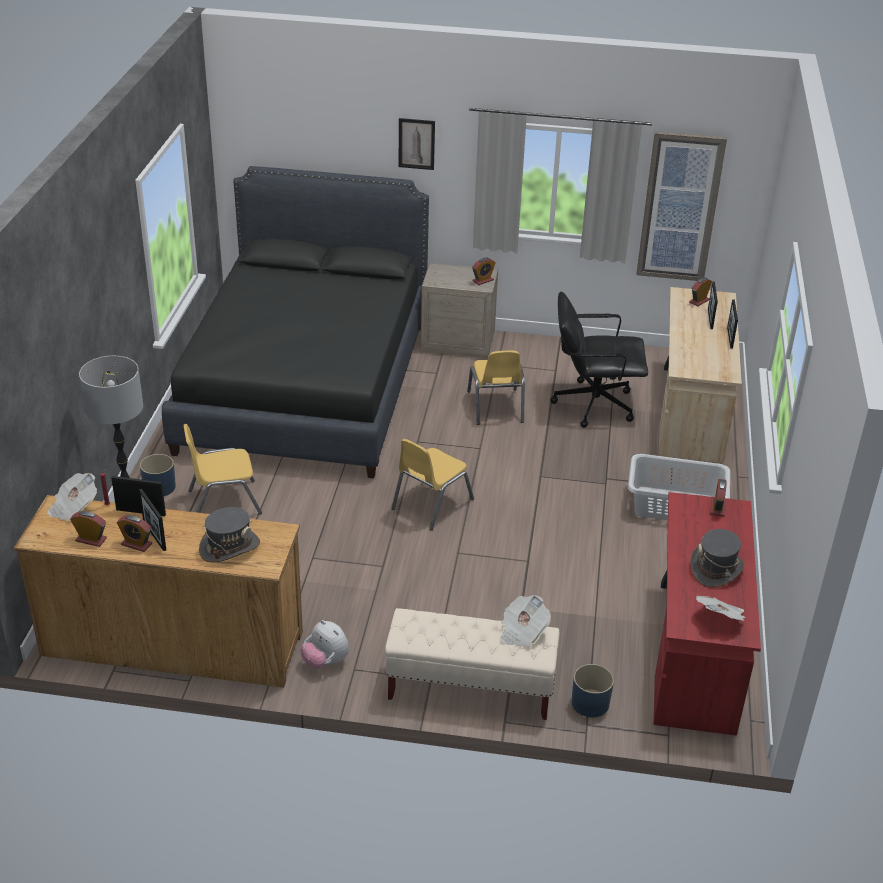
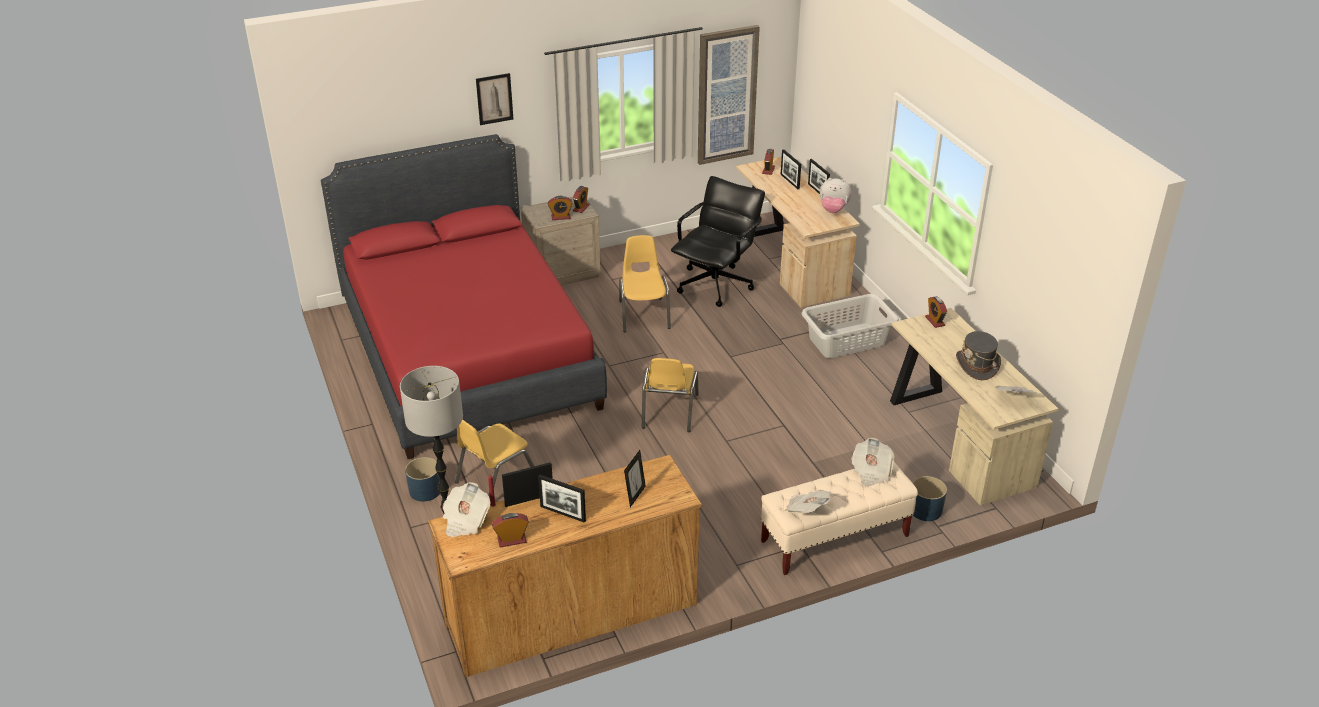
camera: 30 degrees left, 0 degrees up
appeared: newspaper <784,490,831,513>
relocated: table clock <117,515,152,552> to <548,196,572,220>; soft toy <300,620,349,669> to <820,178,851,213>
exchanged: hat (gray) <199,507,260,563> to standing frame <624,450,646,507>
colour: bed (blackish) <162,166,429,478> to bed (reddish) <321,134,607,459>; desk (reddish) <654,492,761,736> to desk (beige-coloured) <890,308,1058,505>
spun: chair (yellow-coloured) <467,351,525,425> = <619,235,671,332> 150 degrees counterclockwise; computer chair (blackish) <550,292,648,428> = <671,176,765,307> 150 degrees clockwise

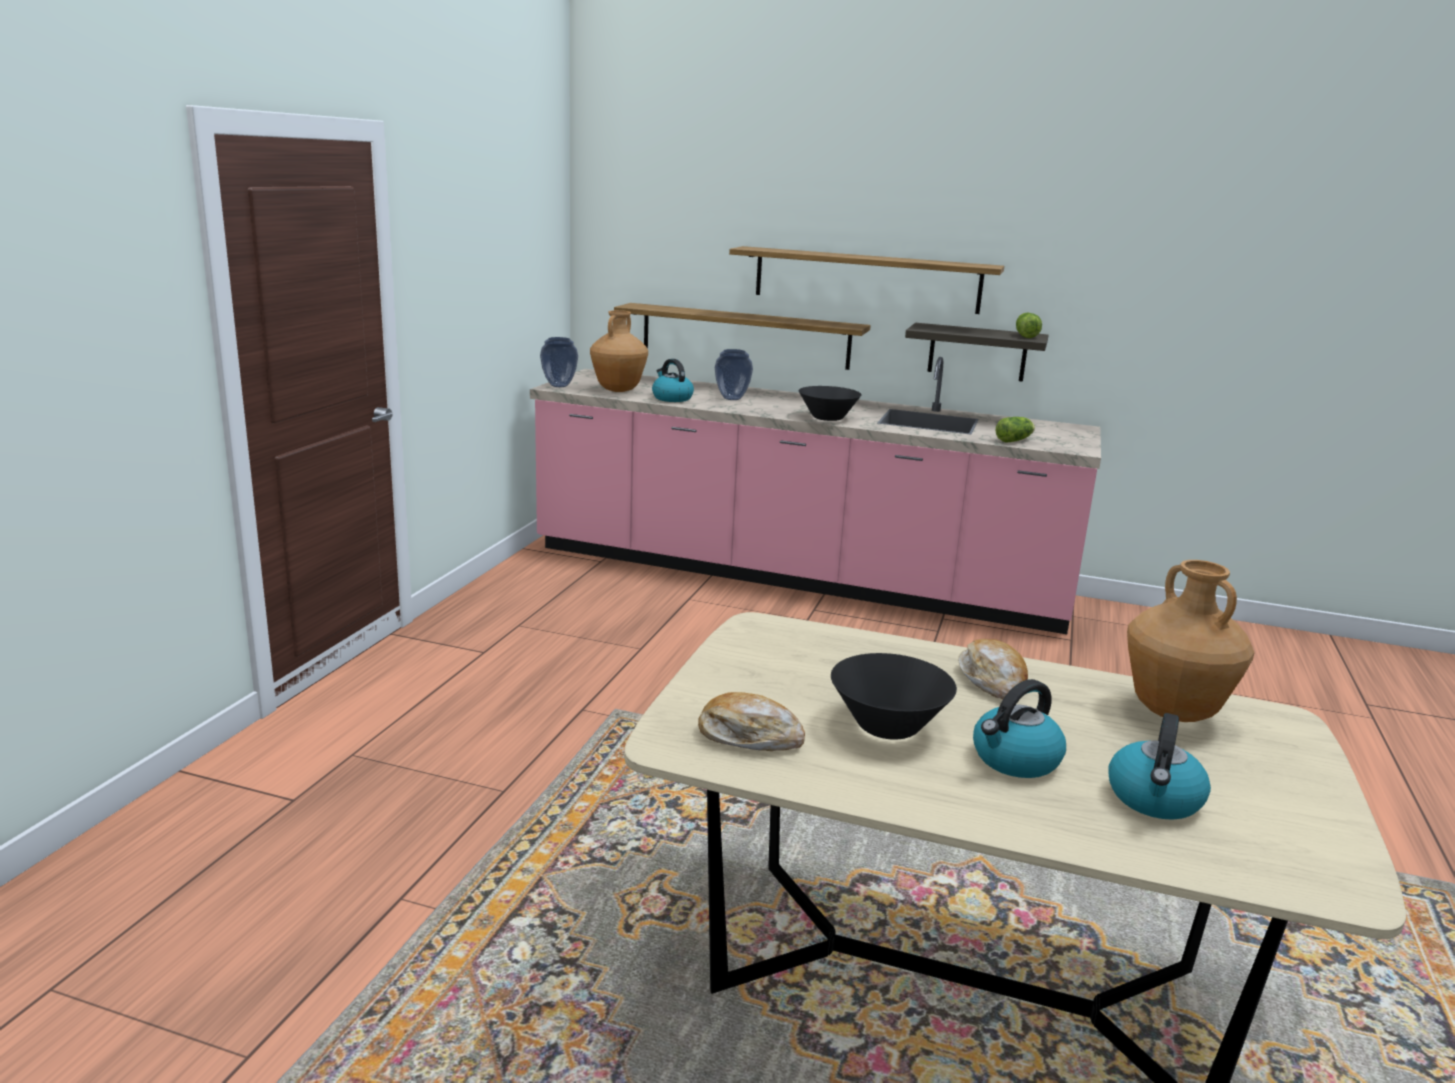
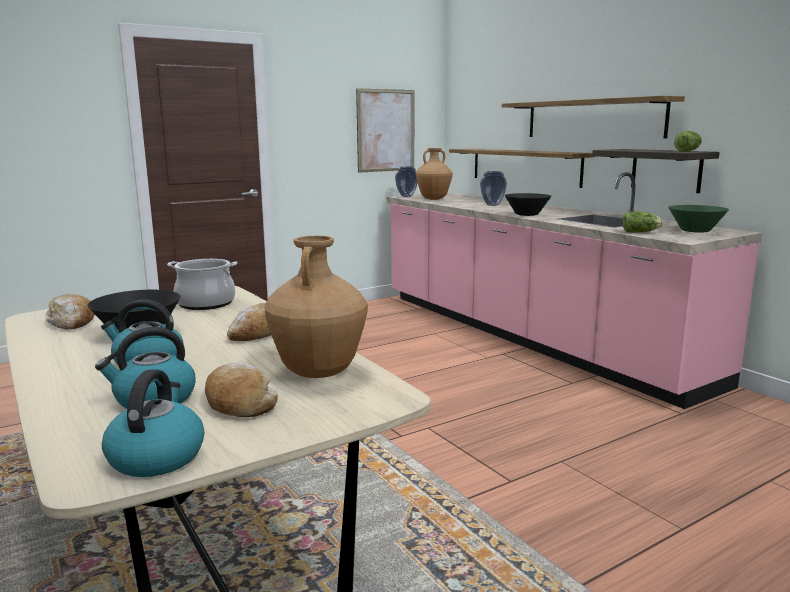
camera: 40 degrees right, 5 degrees down
appeared: stockpot <167,259,237,310>; bread <205,363,278,417>; picture <356,88,414,173>; deep dish (green) <668,205,729,233>
relocated: water kettle <652,359,694,402> to <102,369,204,477>

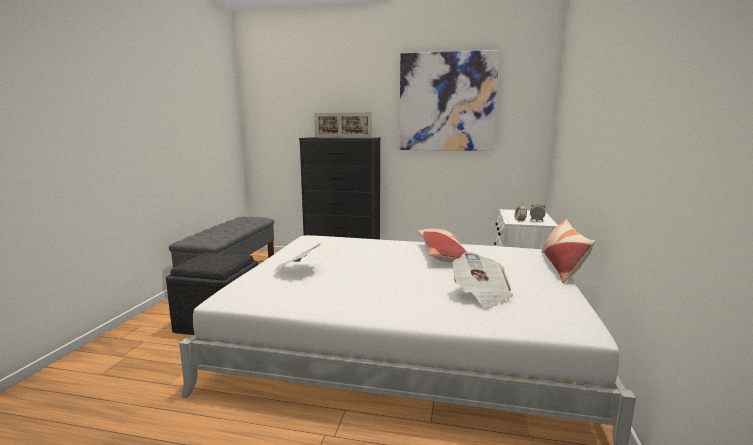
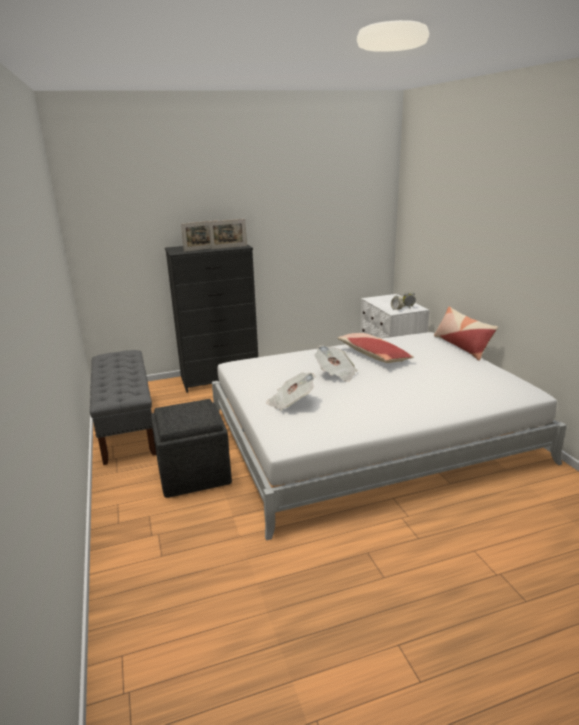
camera: 30 degrees left, 10 degrees up
missing: picture <399,50,500,151>
relocated: newspaper <453,252,513,308> to <314,345,358,382>

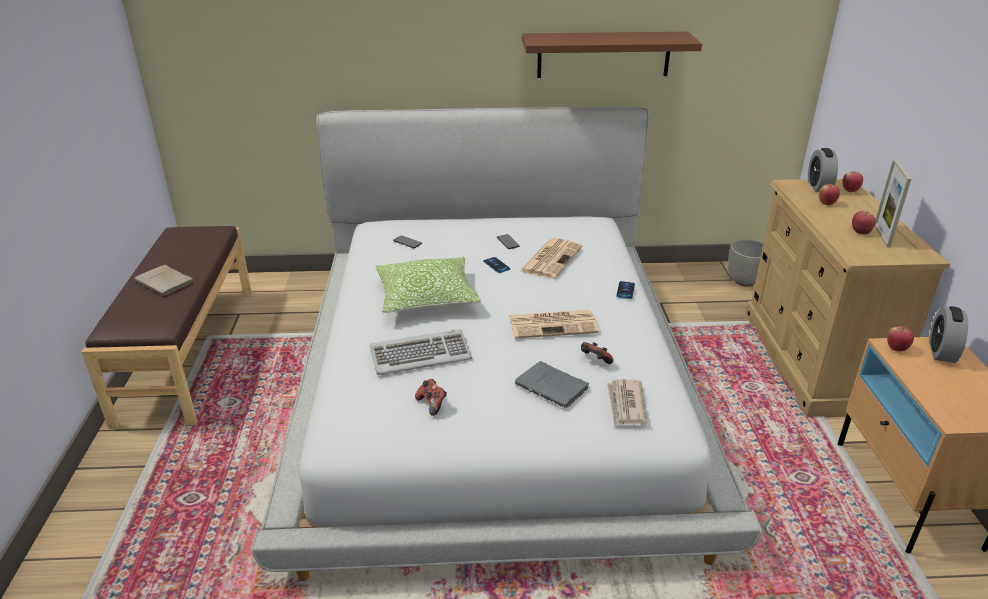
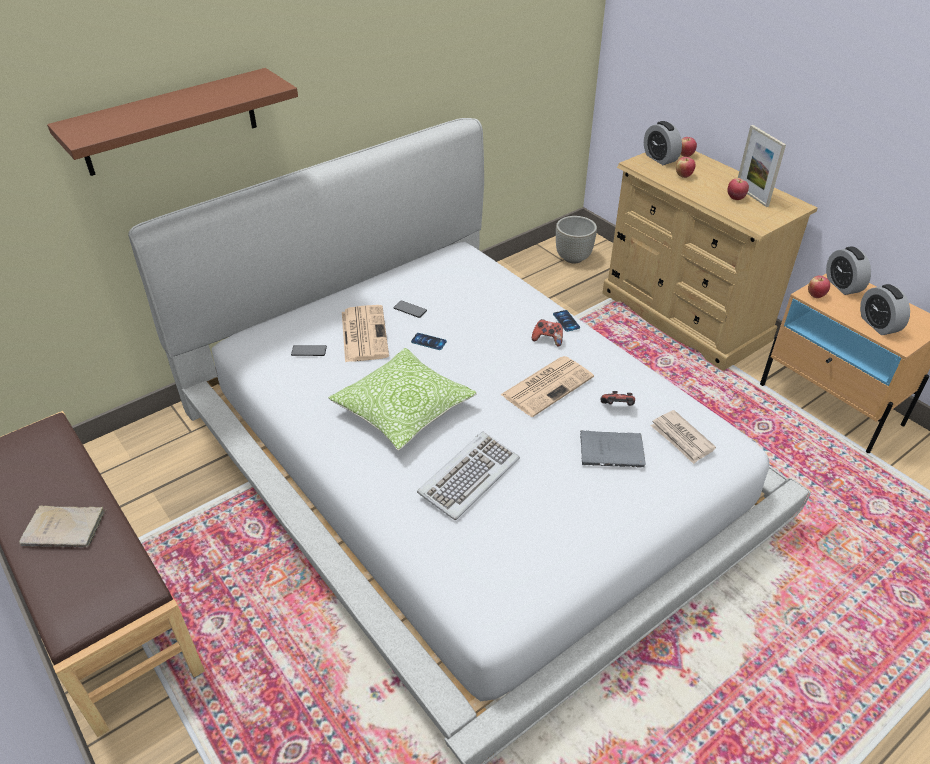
camera: 35 degrees left, 10 degrees up
appeared: table clock <860,284,910,335>
relocated: joypad <415,379,447,416> to <532,319,563,347>; newspaper <520,238,583,279> to <342,305,389,362>; wall shelf (brownish) <522,32,702,78> to <47,68,298,176>

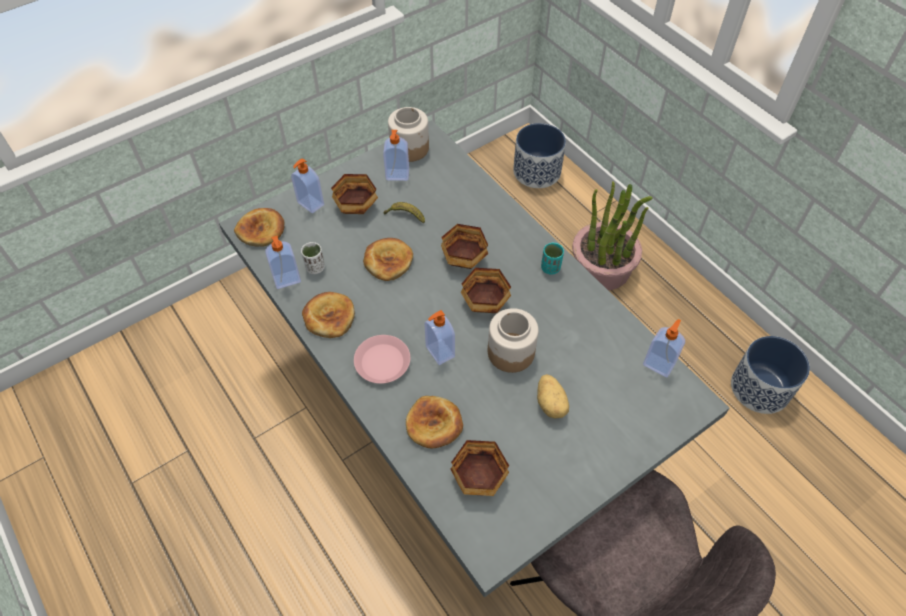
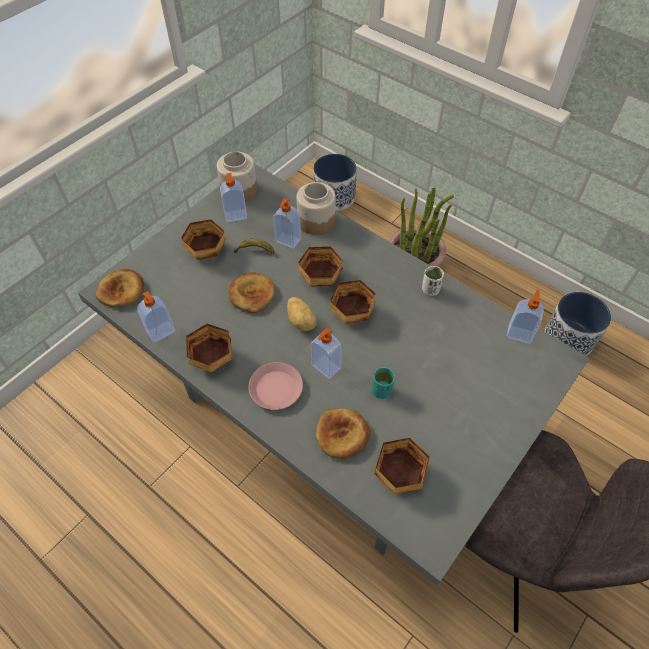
camera: 15 degrees left, 0 degrees up
relocated: liquid soap bottle <291,158,324,213> to <273,198,301,249>; cup (whitish) <301,242,325,274> to <422,266,444,296>; storage jar <488,308,539,373> to <297,182,336,235>; whole potato <537,374,569,418> to <287,297,317,331>; cup (turquoise-coloured) <541,242,564,275> to <372,367,395,399>
exchanged: bread <302,292,355,338> to deep dish <186,324,232,372>

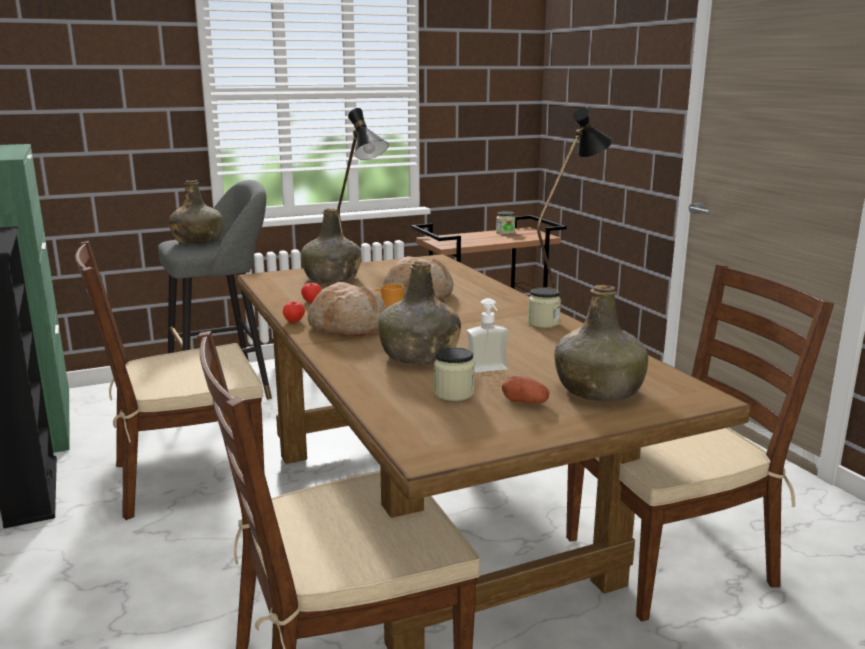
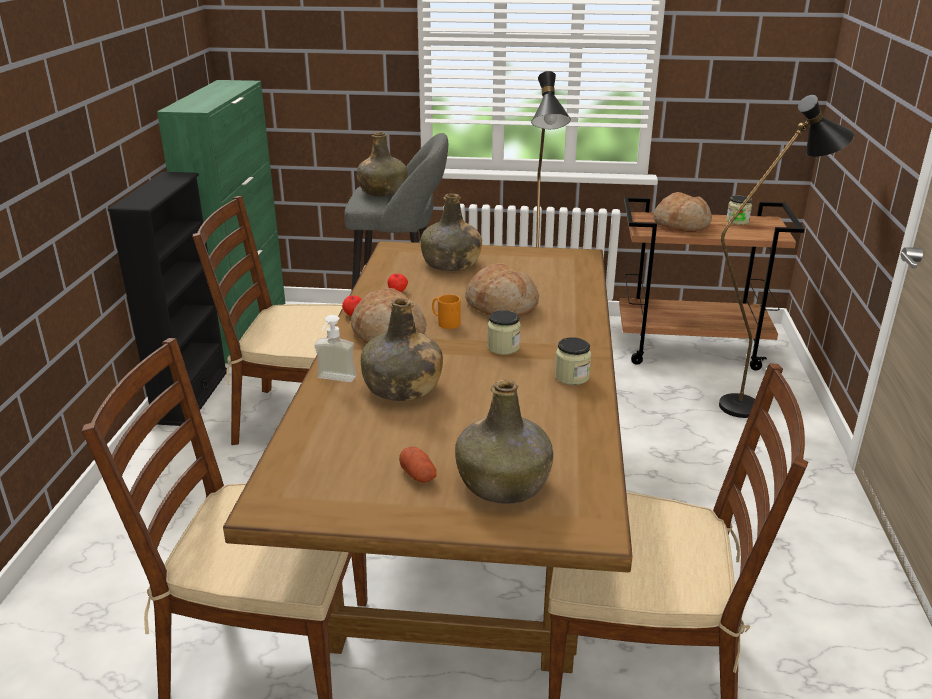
camera: 30 degrees right, 10 degrees up
appeared: bread <653,192,712,232>
relocated: storage jar <434,347,475,401> to <487,310,521,355>; liquid soap bottle <467,298,509,373> to <314,315,356,382>

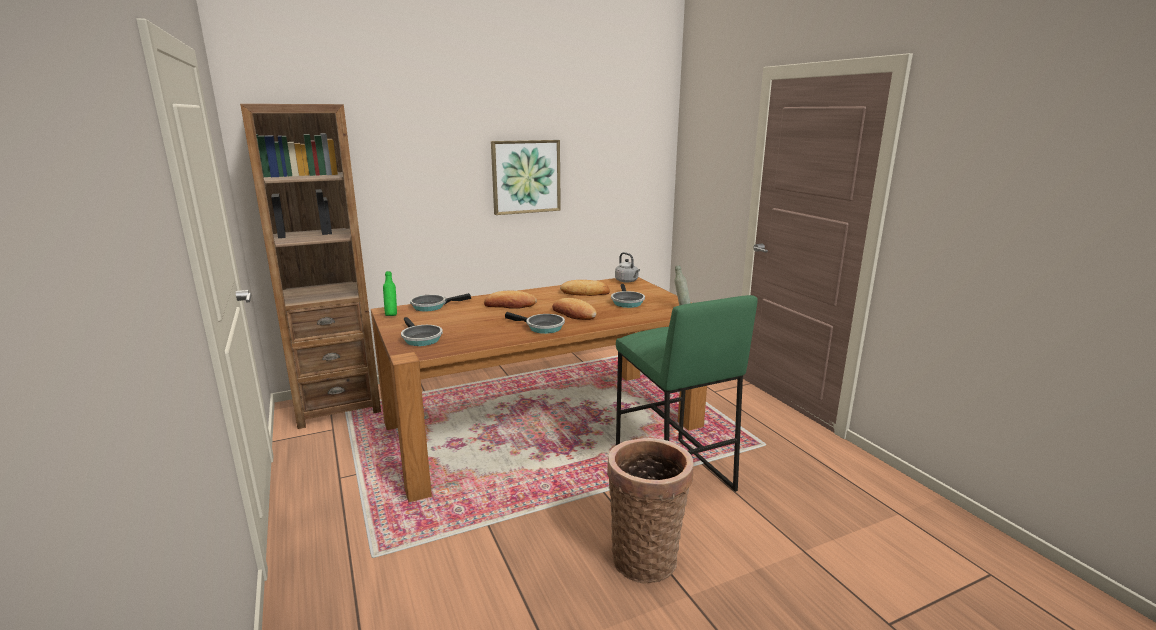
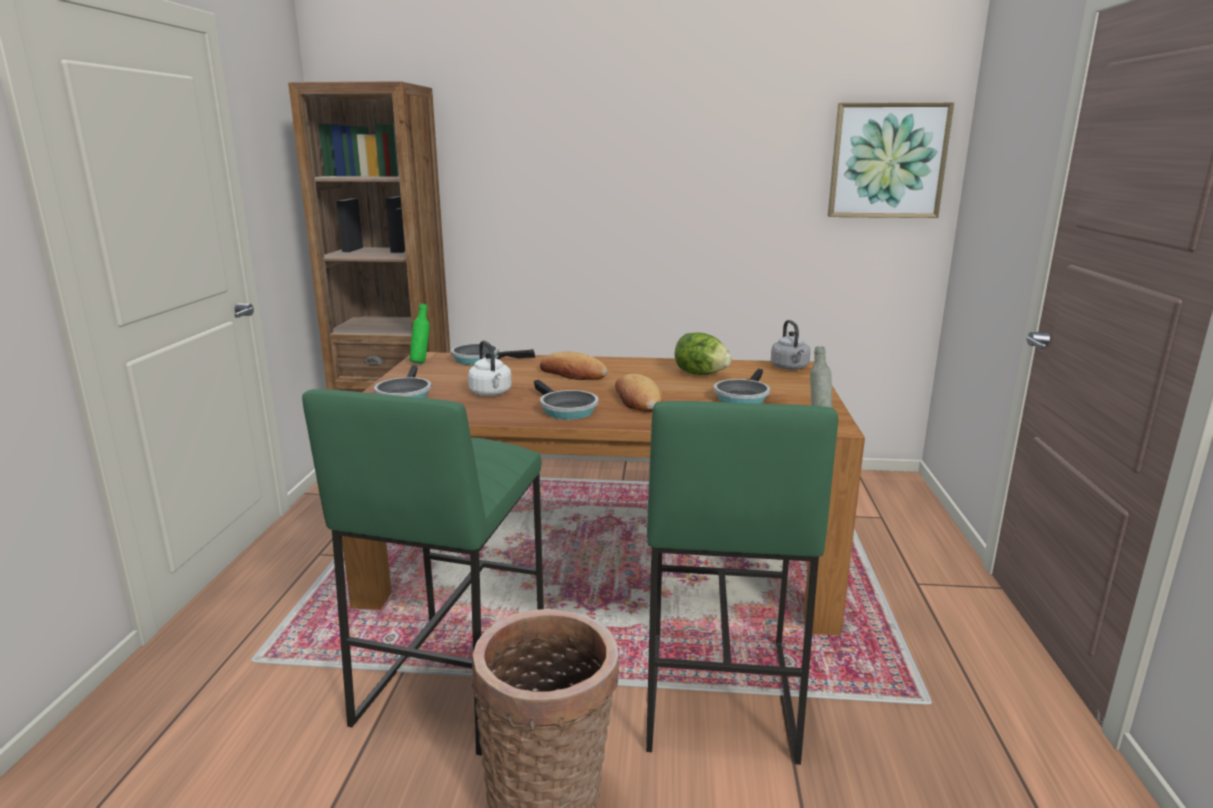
camera: 30 degrees right, 0 degrees up
appeared: stool (green) <302,389,544,756>; water kettle (whitish) <468,341,512,396>
relocated: picture <491,140,561,215> to <828,102,954,218>
exchanged: bread <560,280,610,296> to head of lettuce <675,333,732,375>

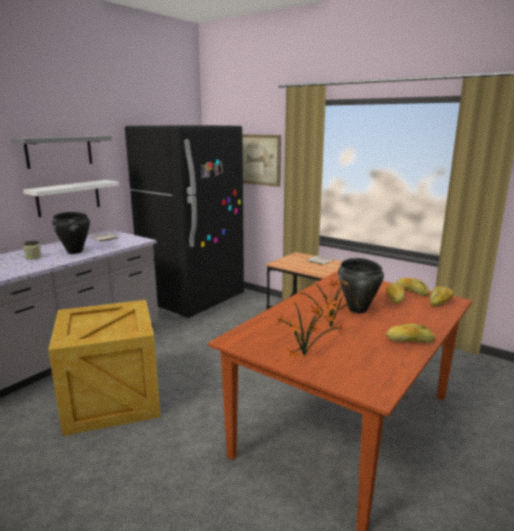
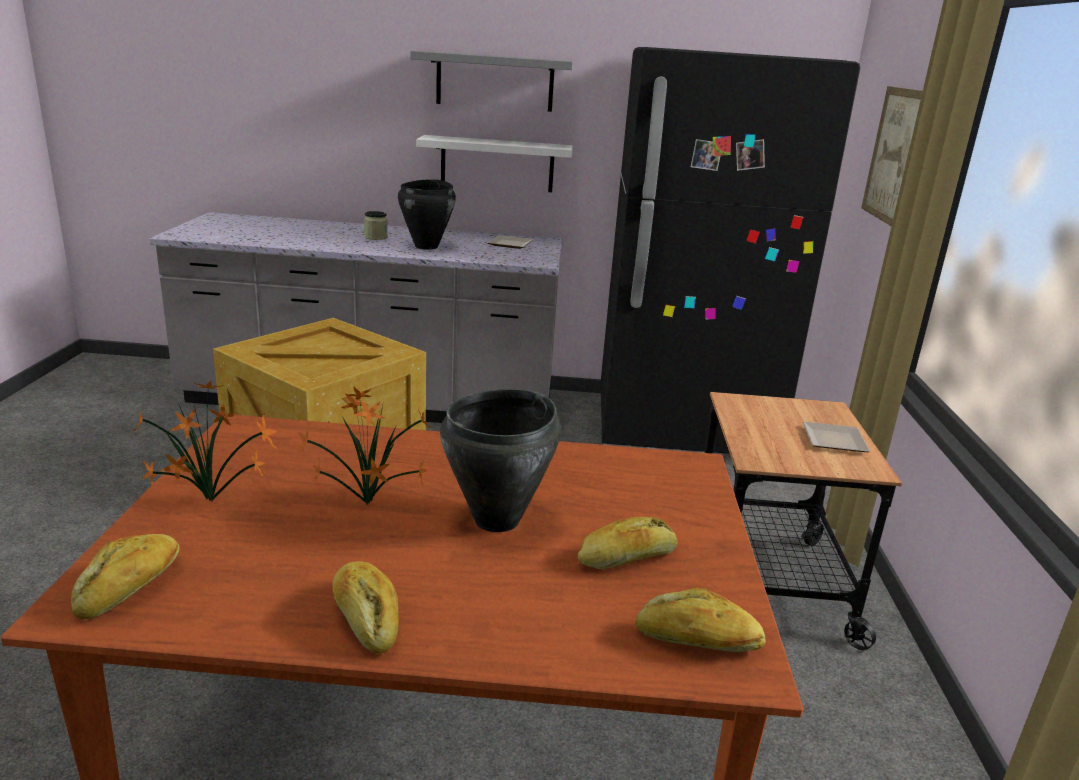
camera: 55 degrees right, 5 degrees up
relocated: bread <396,278,429,296> to <71,534,180,619>

